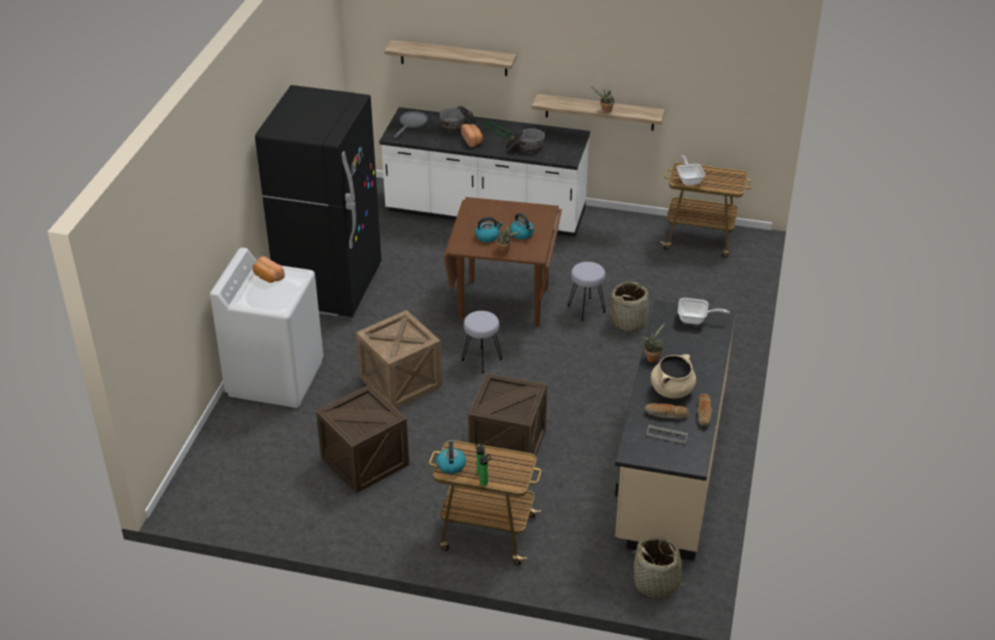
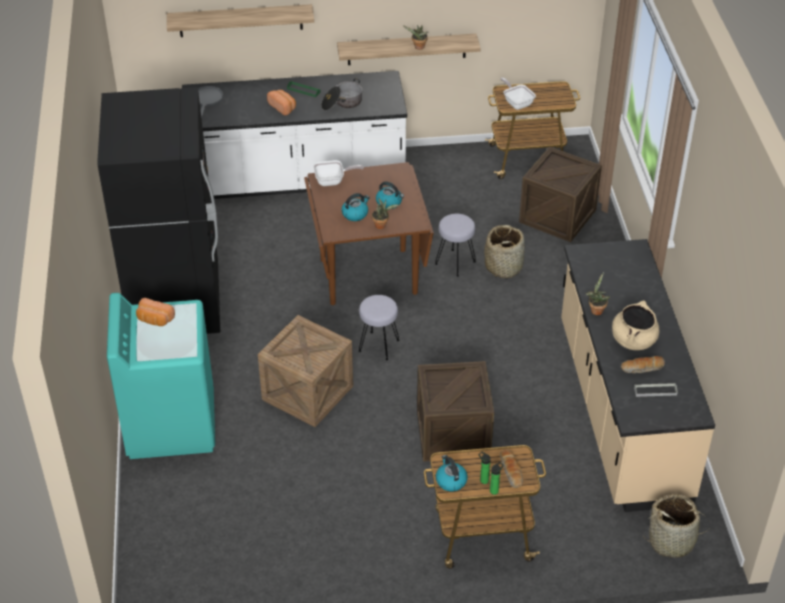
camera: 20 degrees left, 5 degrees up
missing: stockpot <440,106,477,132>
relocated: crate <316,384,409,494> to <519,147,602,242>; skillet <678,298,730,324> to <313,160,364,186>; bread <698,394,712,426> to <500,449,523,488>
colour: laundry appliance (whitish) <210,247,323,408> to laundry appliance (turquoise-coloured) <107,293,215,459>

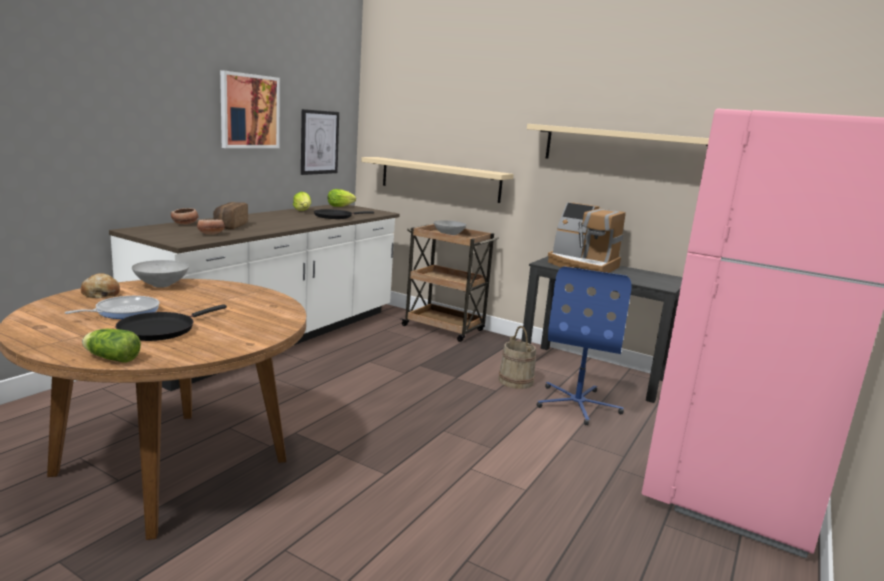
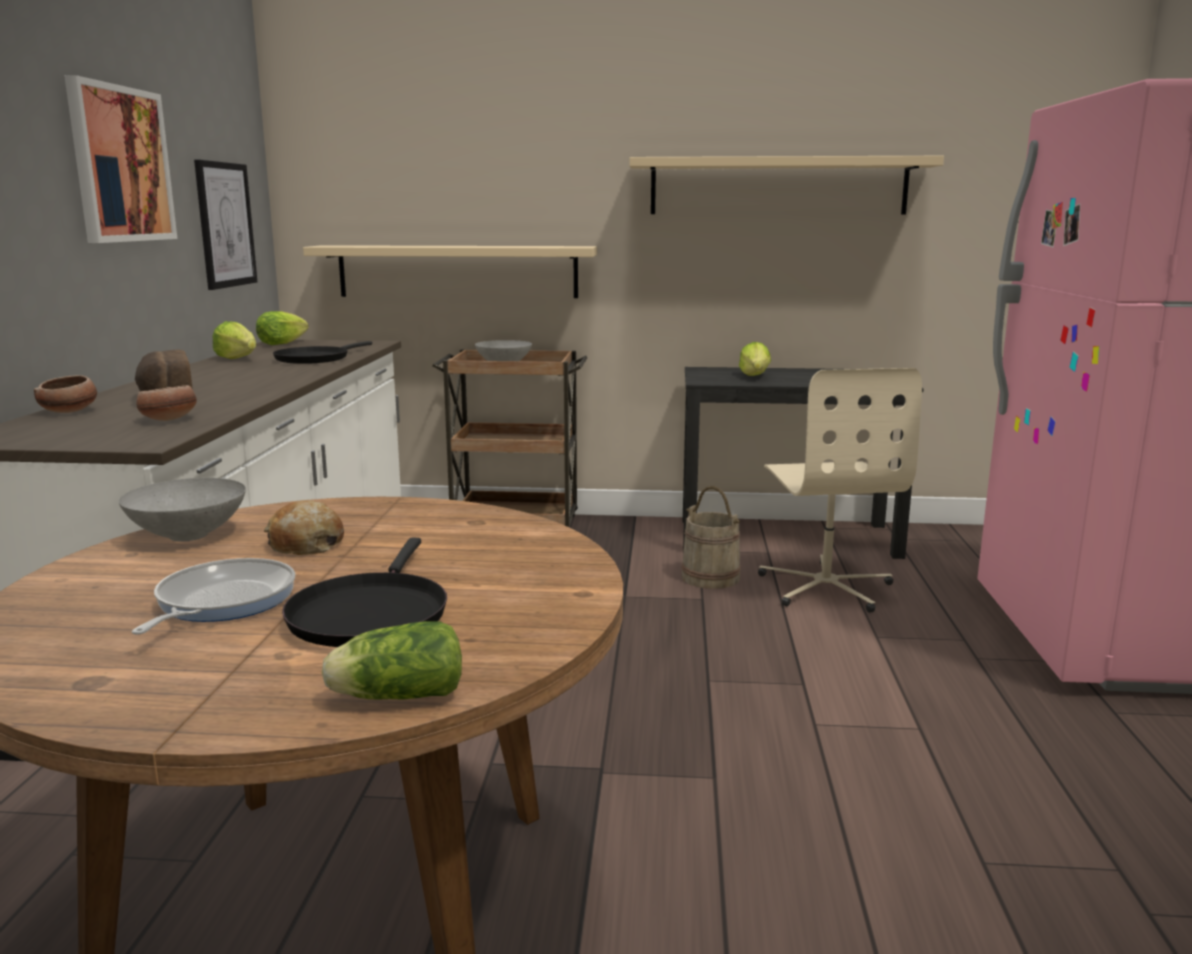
camera: 25 degrees left, 0 degrees up
relocated: bread <81,273,120,299> to <264,500,344,555>
exchanged: coffee maker <548,203,626,273> to head of lettuce <739,342,771,376>
colour: computer chair (blue-coloured) <537,266,632,425> to computer chair (beige-coloured) <758,368,922,613>

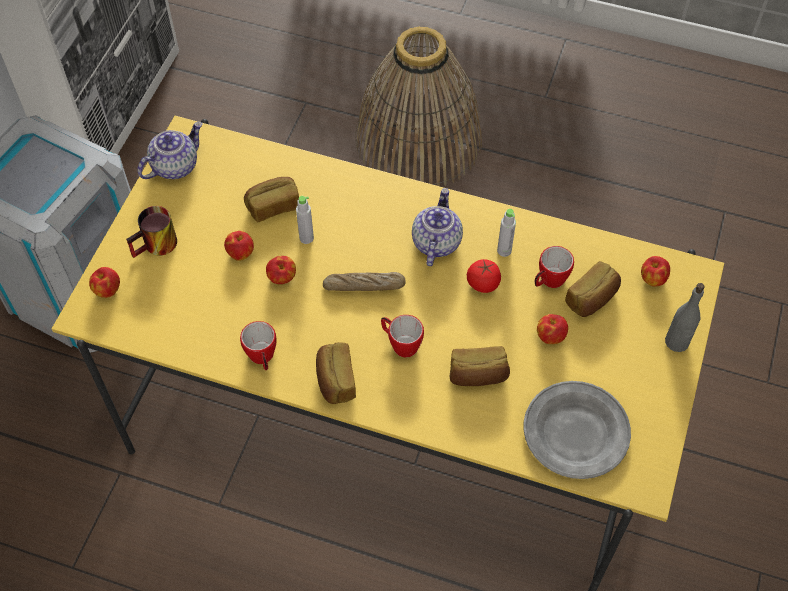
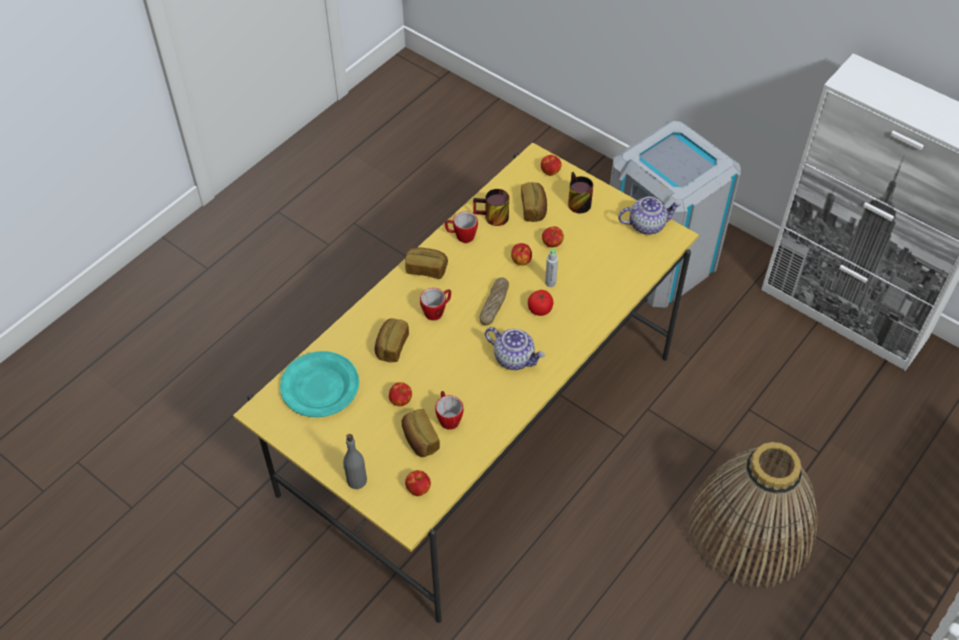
camera: 110 degrees right, 5 degrees down
missing: bottle (gray) <497,209,516,257>
appeared: tea mug <473,189,509,226>
relocated: bread <244,177,299,222> to <521,182,547,222>; tomato <467,259,501,293> to <528,290,553,316>
colour: flat dish (gray) <523,381,631,479> to flat dish (turquoise-coloured) <280,351,359,417>
spun: teapot <137,122,203,179> = <618,197,681,235> 75 degrees counterclockwise

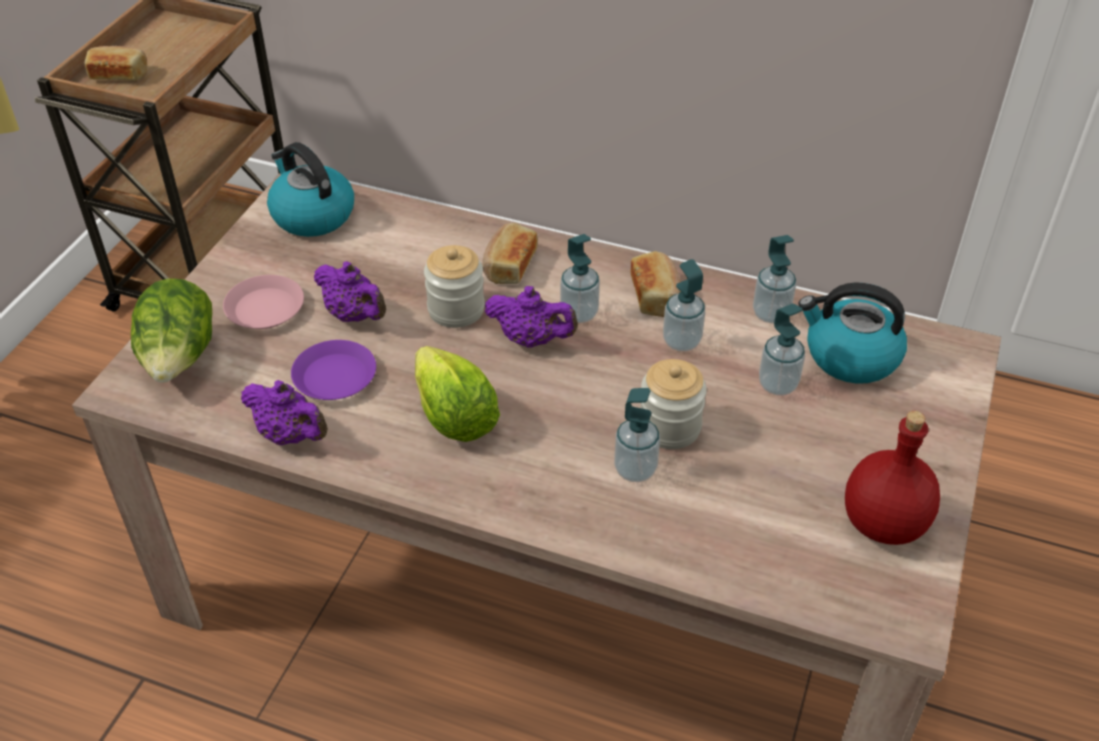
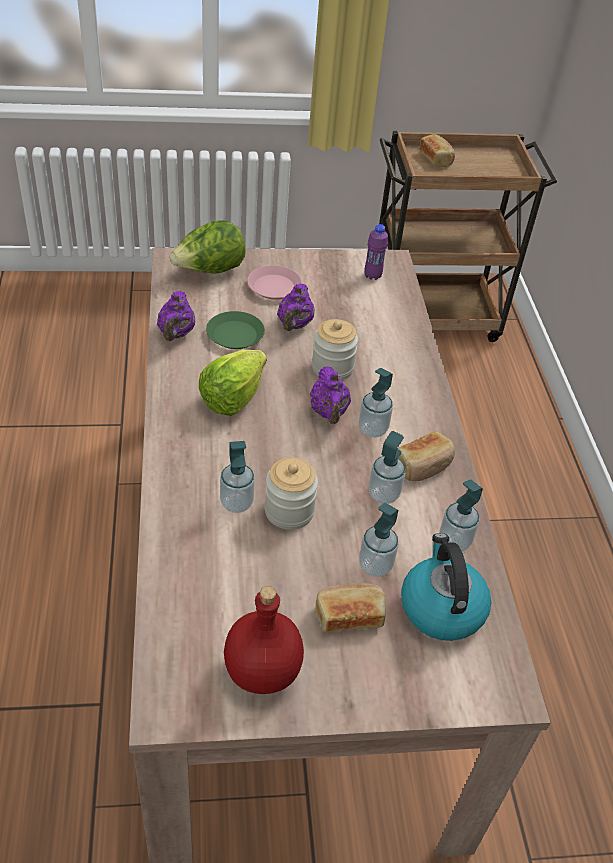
camera: 60 degrees right, 0 degrees up
relocated: bread <482,223,538,284> to <315,583,386,632>
exchanged: water kettle <267,142,354,237> to bottle (purple-coloured) <364,224,388,280>
colour: flat dish (purple-coloured) <291,340,376,400> to flat dish (green) <206,311,265,349>

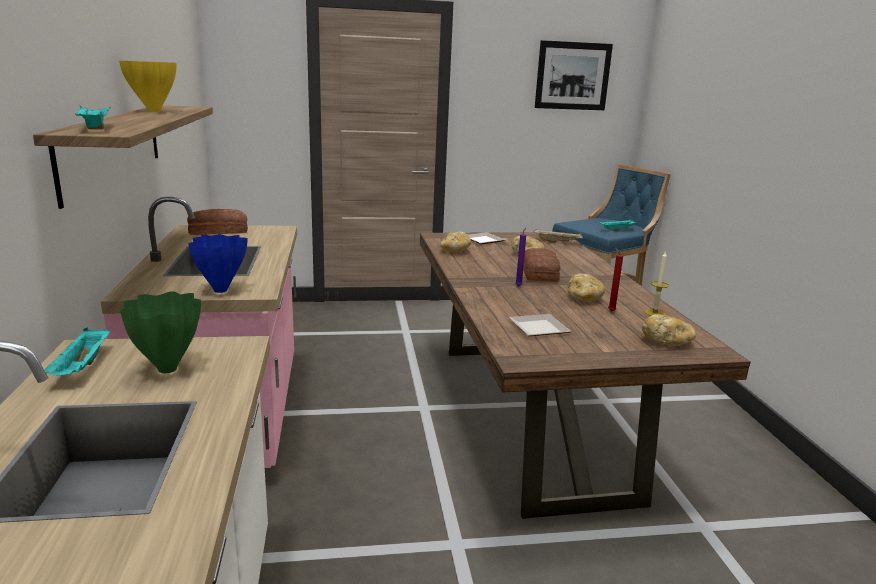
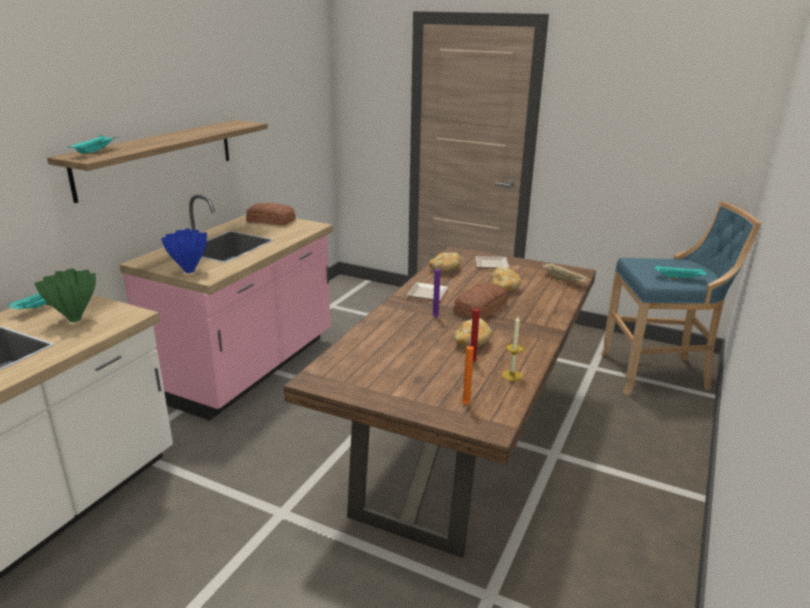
camera: 35 degrees right, 5 degrees up
missing: decorative vase (yellow-coloured) <119,61,177,112>; picture <535,40,613,110>
relocated: flat dish <509,314,572,336> to <406,282,448,301>
exchanged: bread <642,314,696,346> to wax candle (orange) <462,337,474,405>

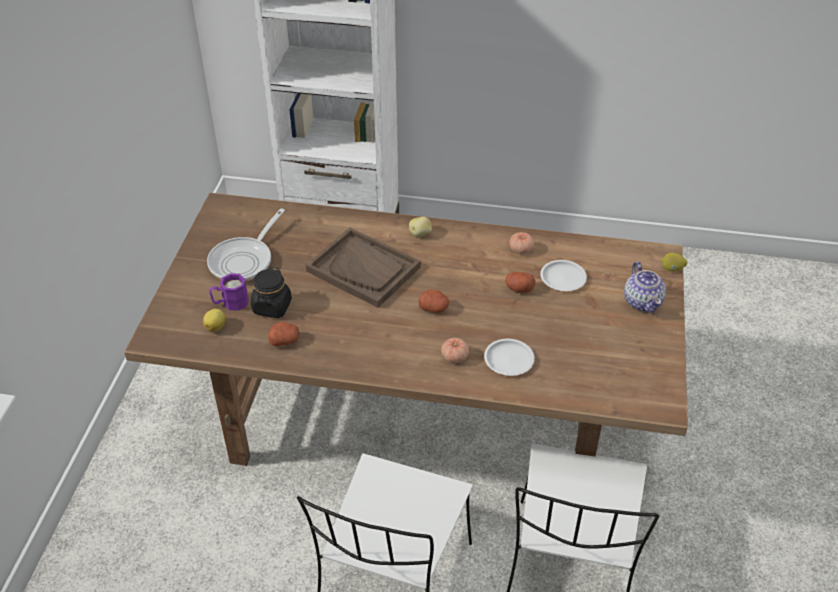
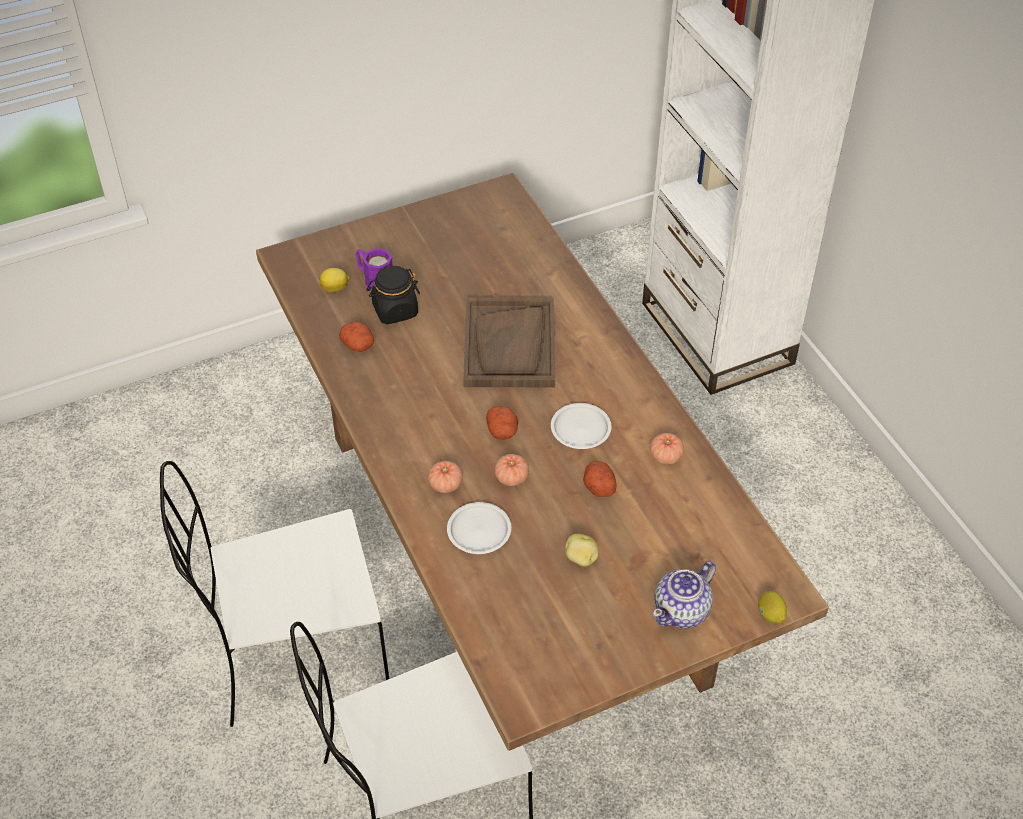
camera: 55 degrees right, 5 degrees up
missing: skillet <207,209,285,281>
appeared: tomato <494,454,529,486>
relocated: whole potato <409,216,432,237> to <565,534,599,567>; flat dish (whitish) <540,260,587,291> to <551,403,611,449>

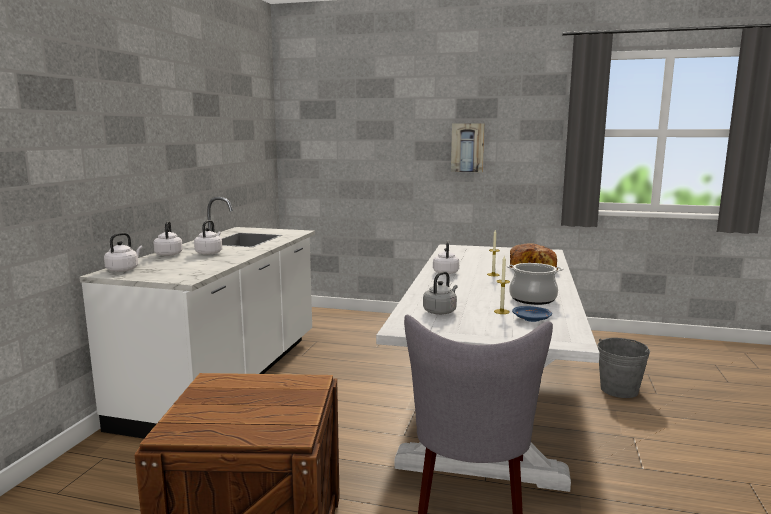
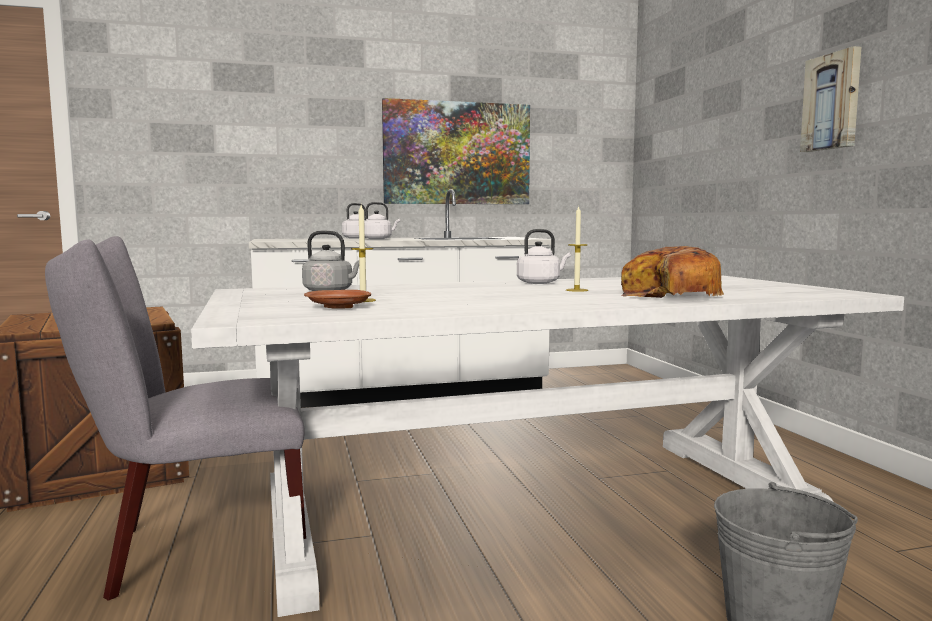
camera: 60 degrees right, 5 degrees down
missing: water kettle (whitish) <104,233,143,272>; stockpot <507,263,564,305>
appeared: picture <382,98,530,204>
colour: flat dish (blue-coloured) <512,306,552,322> to flat dish (brownish) <304,290,371,309>

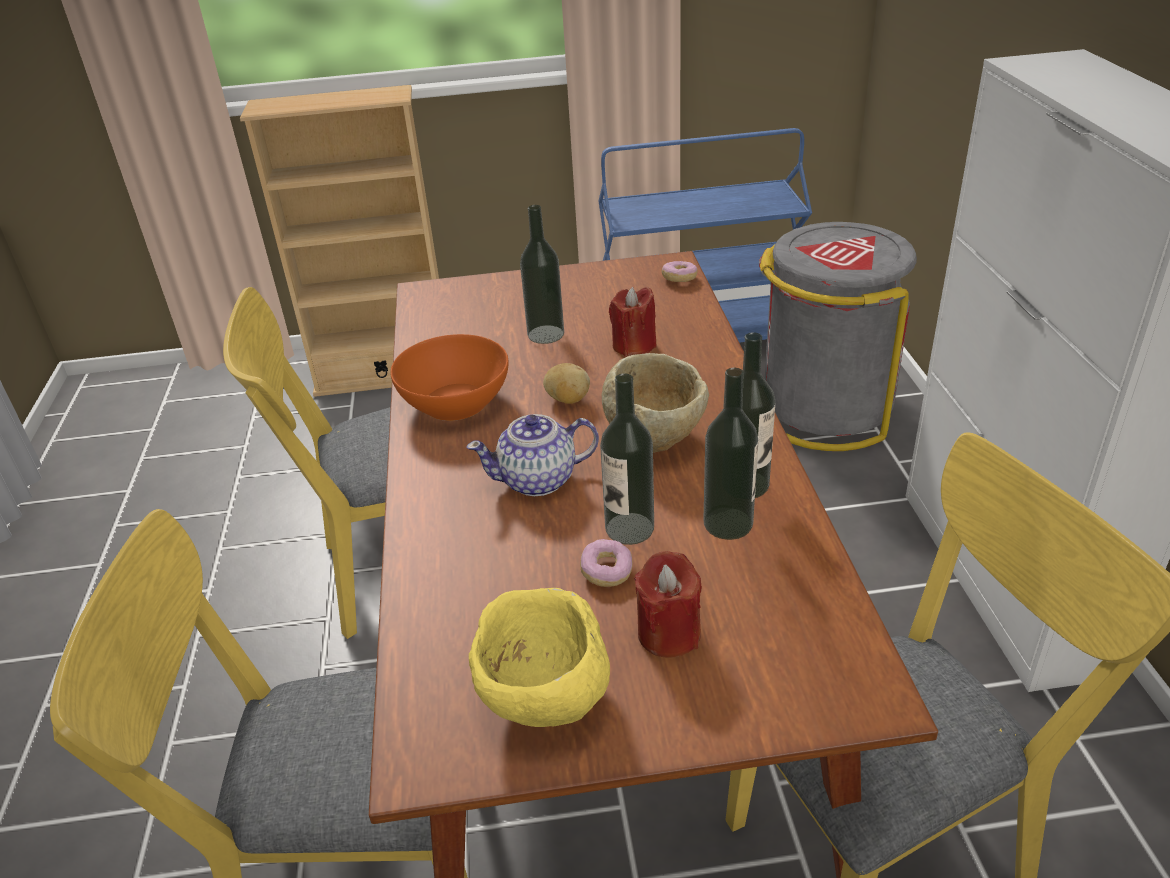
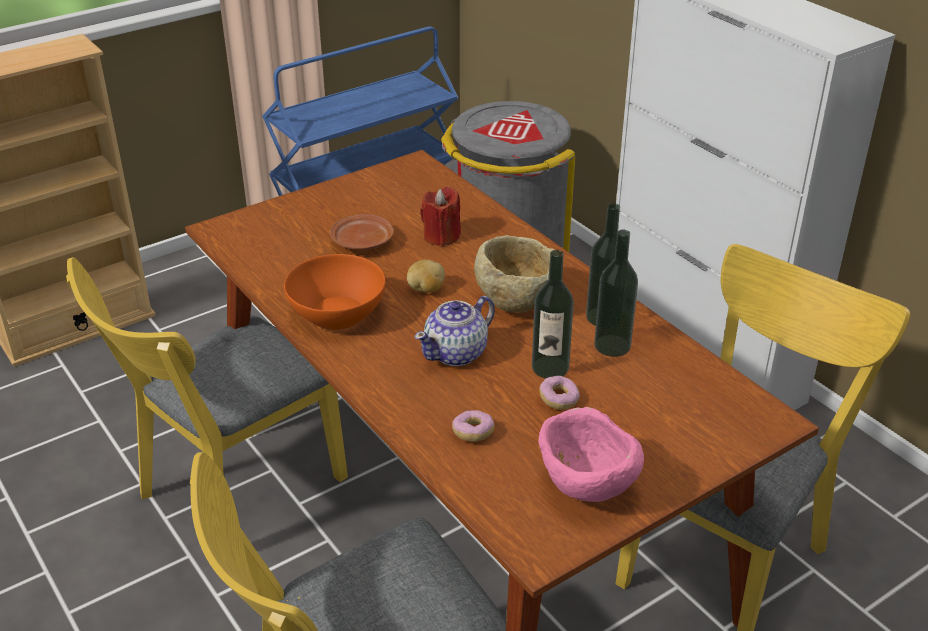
camera: 30 degrees left, 0 degrees up
missing: wax candle (reddish) <634,551,702,658>
relocated: ring doughnut <662,261,698,282> to <452,410,495,442>
exchanged: bottle <520,205,564,344> to flat dish (brownish) <330,214,394,251>
colour: deep dish (yellow-coloured) <469,588,610,727> to deep dish (pink) <538,407,644,502>

